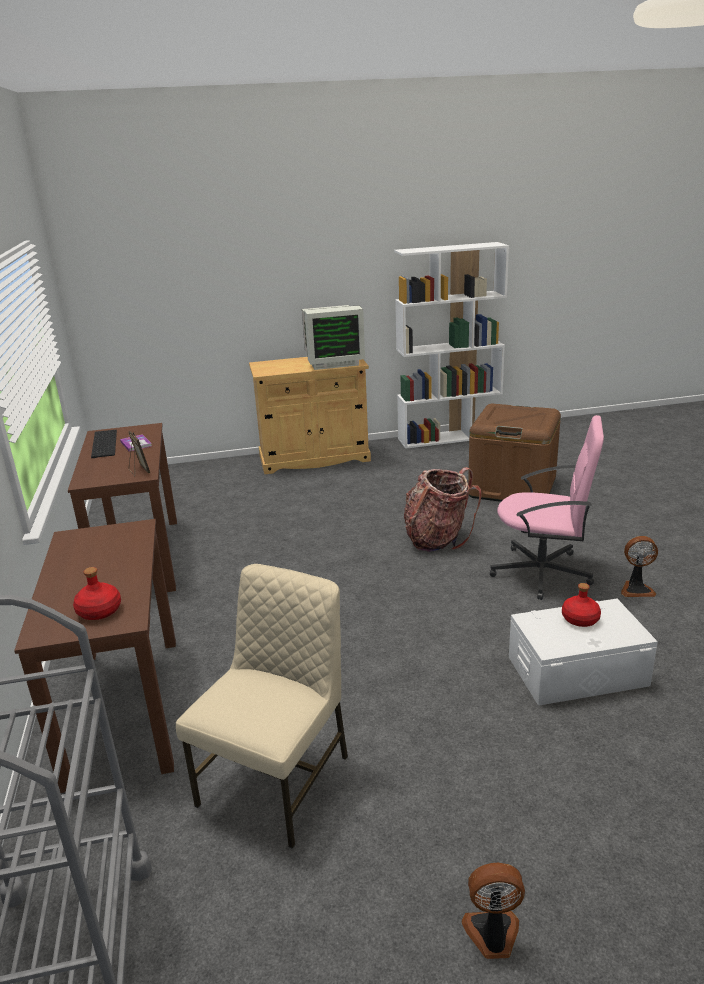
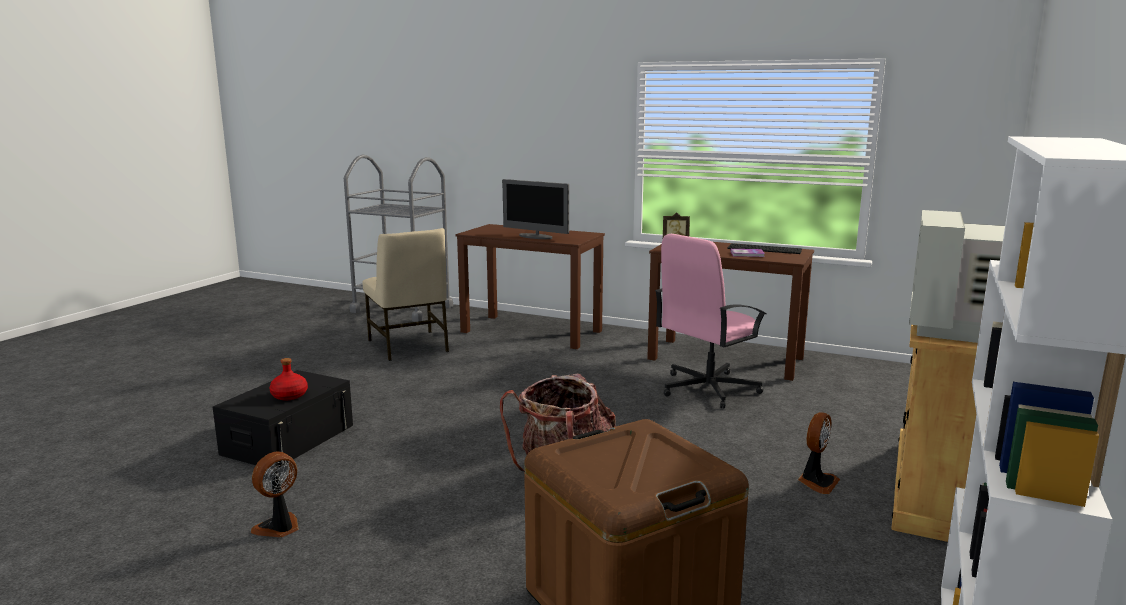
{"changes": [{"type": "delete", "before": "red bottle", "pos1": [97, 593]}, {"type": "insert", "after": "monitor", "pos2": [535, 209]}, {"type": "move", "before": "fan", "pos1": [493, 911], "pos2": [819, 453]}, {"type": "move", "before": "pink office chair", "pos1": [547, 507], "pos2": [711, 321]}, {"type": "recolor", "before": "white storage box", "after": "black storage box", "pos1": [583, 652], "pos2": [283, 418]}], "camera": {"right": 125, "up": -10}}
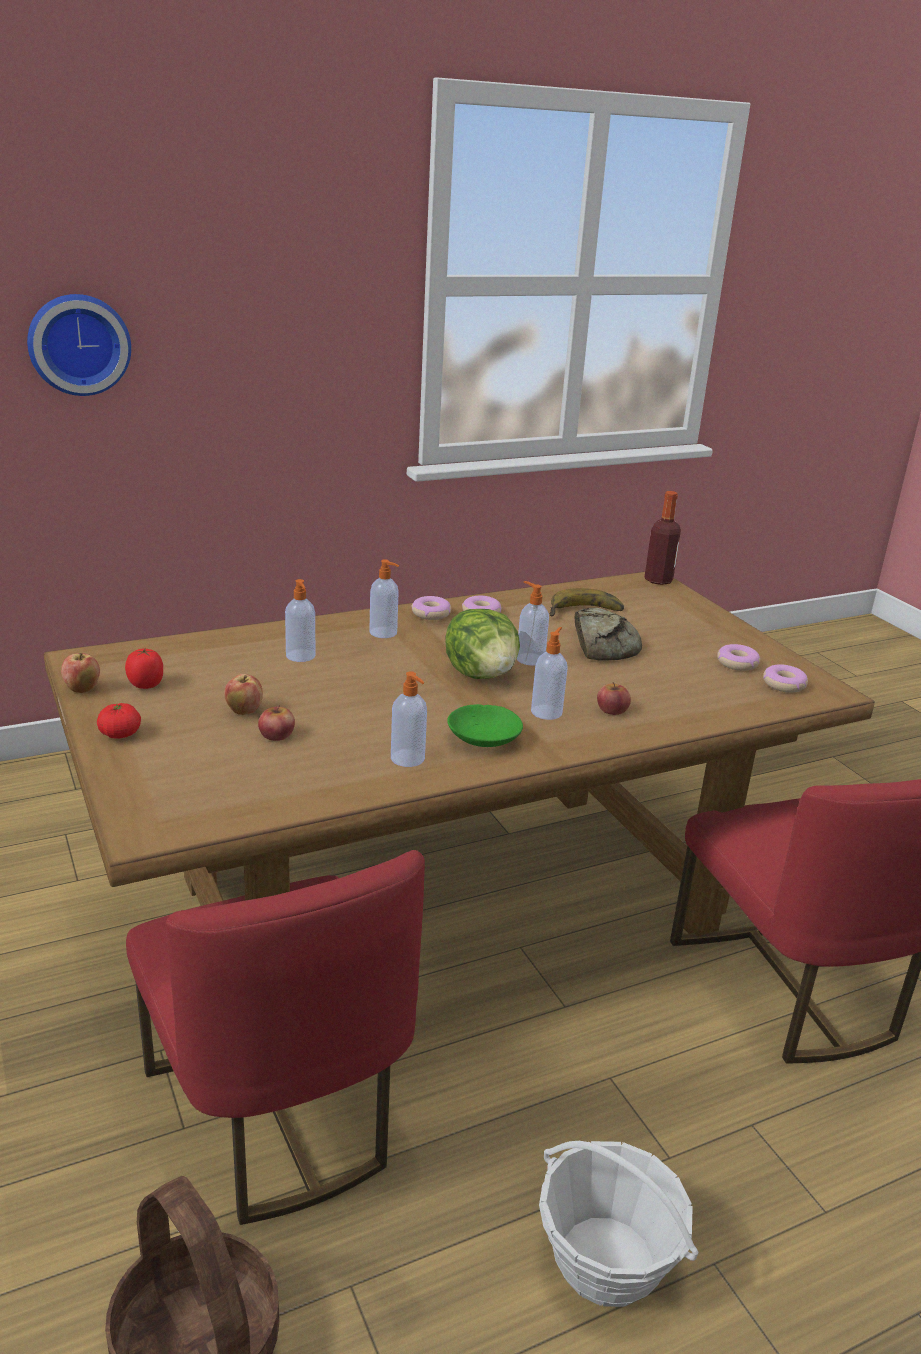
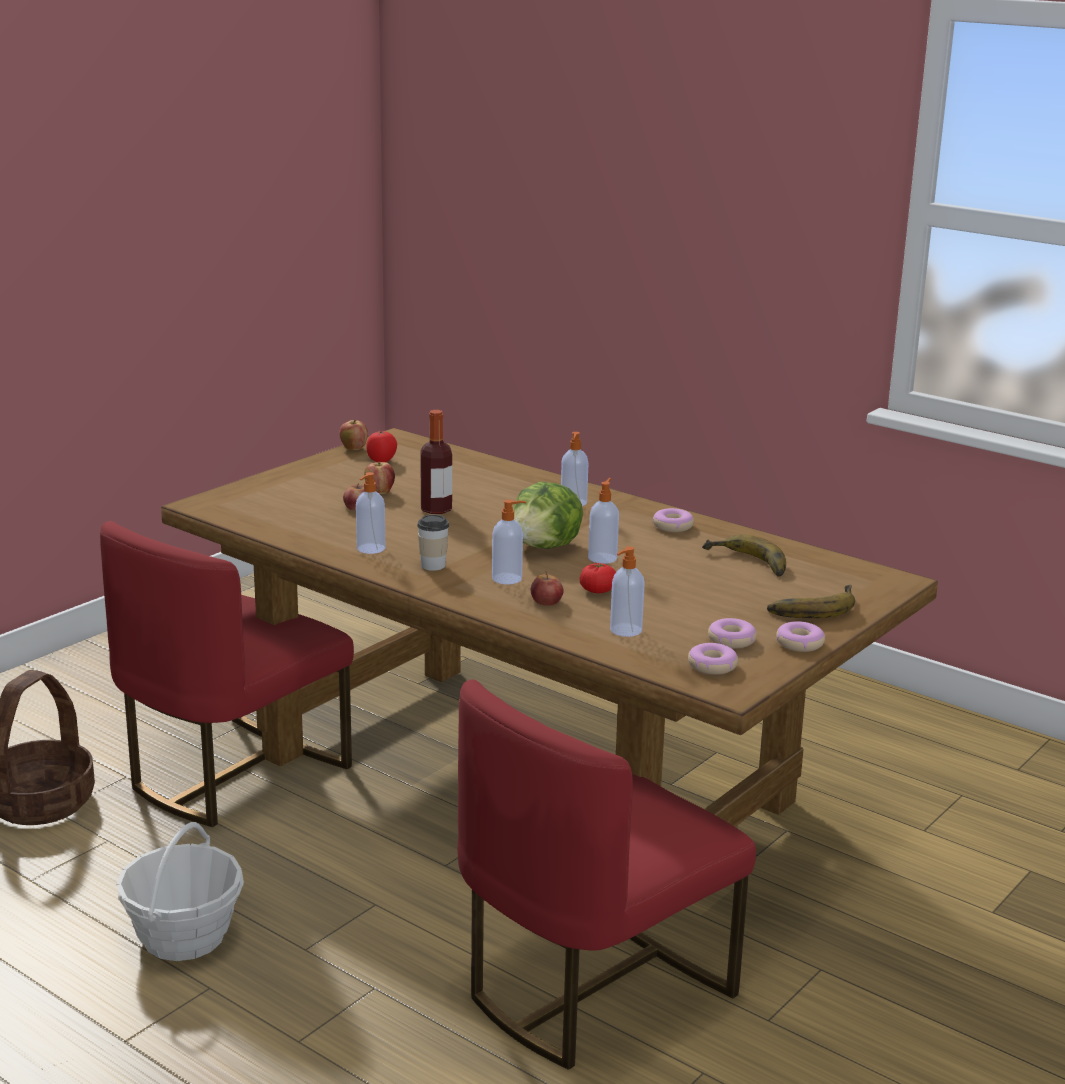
{"changes": [{"type": "delete", "before": "wall clock", "pos1": [79, 345]}, {"type": "delete", "before": "bread", "pos1": [608, 634]}, {"type": "insert", "after": "banana", "pos2": [811, 601]}, {"type": "move", "before": "tomato", "pos1": [119, 721], "pos2": [598, 578]}, {"type": "move", "before": "soap dispenser", "pos1": [300, 620], "pos2": [627, 591]}, {"type": "move", "before": "donut", "pos1": [431, 608], "pos2": [800, 636]}, {"type": "move", "before": "bottle", "pos1": [662, 538], "pos2": [436, 462]}, {"type": "replace", "before": "green bowl", "after": "cup", "pos1": [485, 725], "pos2": [433, 543]}], "camera": {"right": 65, "up": -5}}
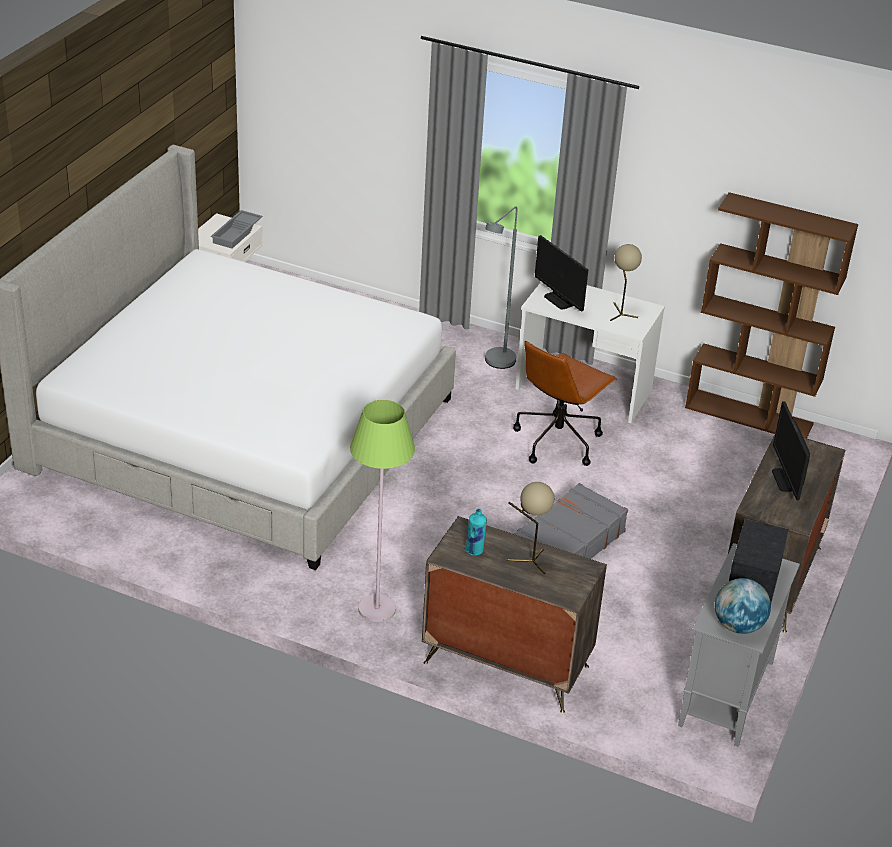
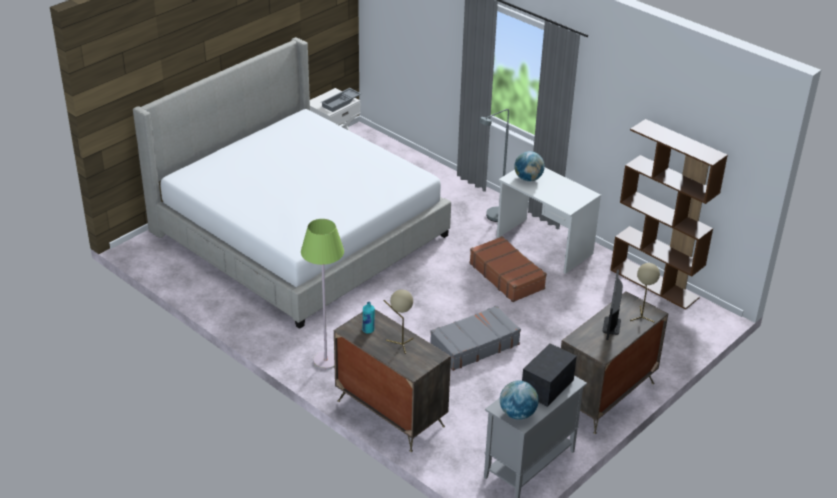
{"changes": [{"type": "move", "before": "beige table lamp", "pos1": [626, 282], "pos2": [645, 292]}, {"type": "replace", "before": "brown office chair", "after": "brown suitcase", "pos1": [565, 403], "pos2": [508, 269]}, {"type": "replace", "before": "monitor", "after": "globe", "pos1": [561, 273], "pos2": [529, 166]}], "camera": {"right": 20, "up": 0}}
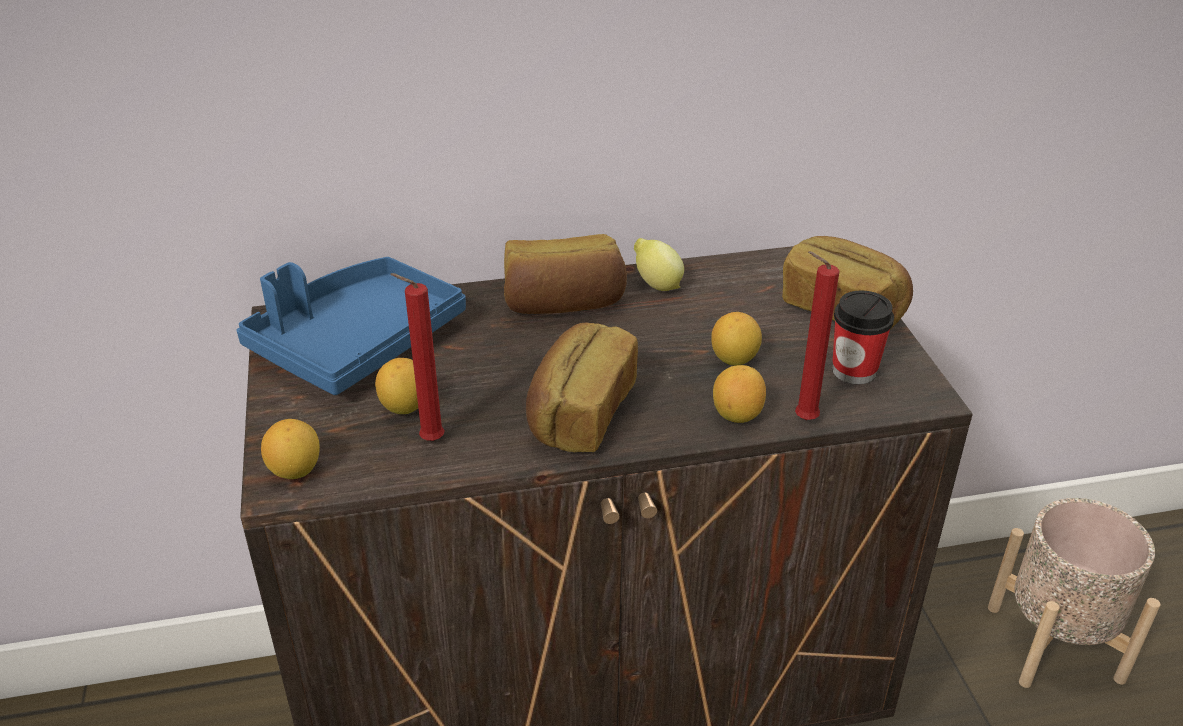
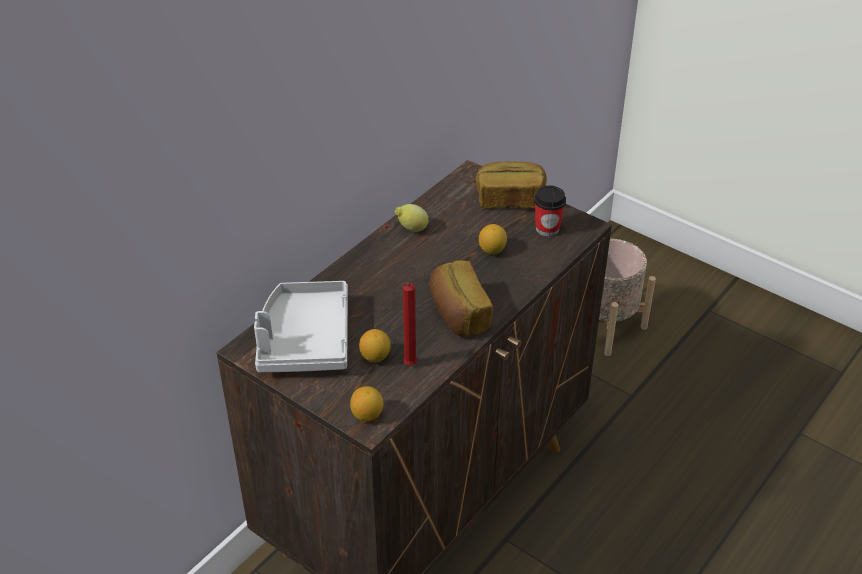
{"changes": [{"type": "delete", "before": "bread", "pos1": [565, 274]}, {"type": "delete", "before": "lemon", "pos1": [739, 394]}, {"type": "delete", "before": "red candle", "pos1": [817, 335]}, {"type": "recolor", "before": "blue tray", "after": "grey tray", "pos1": [351, 326], "pos2": [301, 326]}], "camera": {"right": -40, "up": 5}}
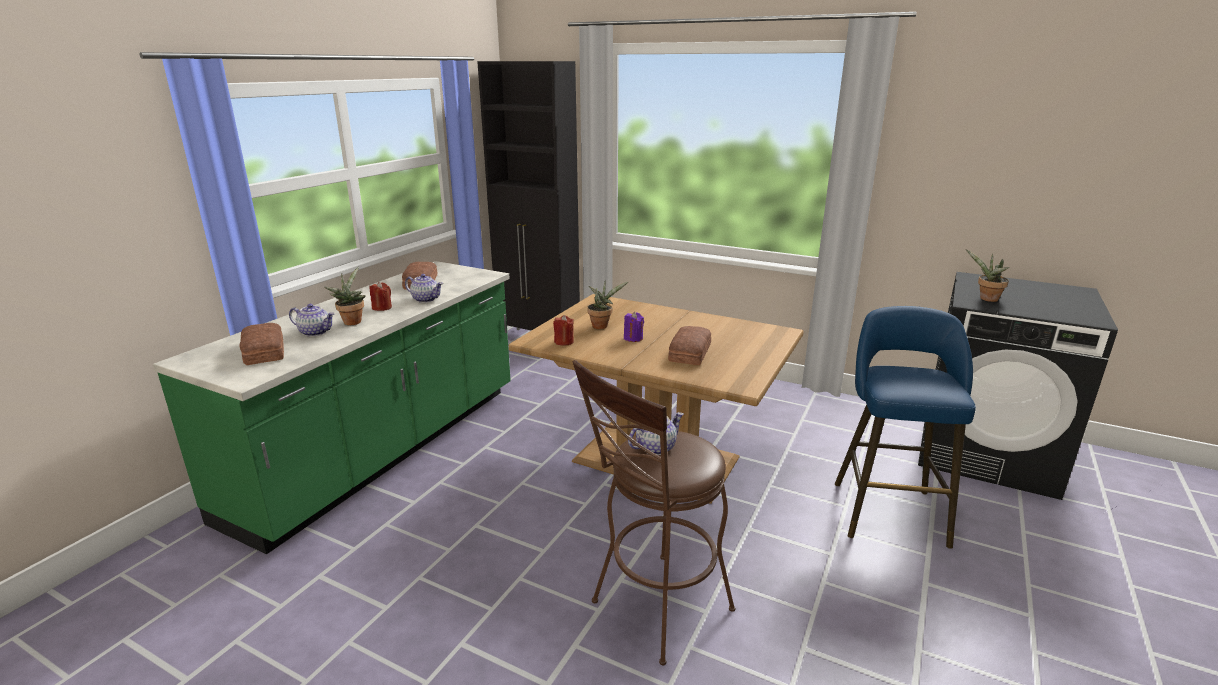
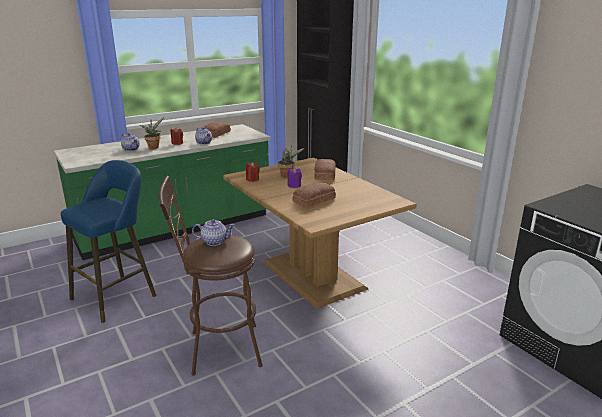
{"changes": [{"type": "delete", "before": "potted plant", "pos1": [987, 275]}, {"type": "move", "before": "bread", "pos1": [261, 344], "pos2": [325, 169]}, {"type": "move", "before": "blue stool", "pos1": [905, 427], "pos2": [108, 241]}], "camera": {"right": 30, "up": 0}}
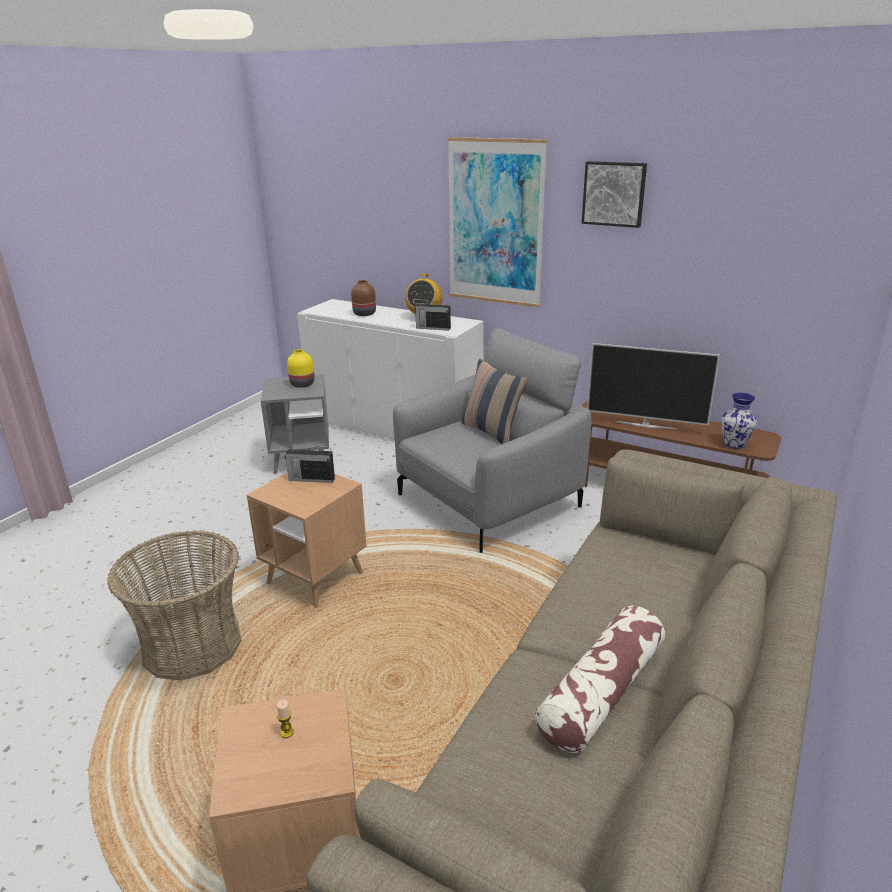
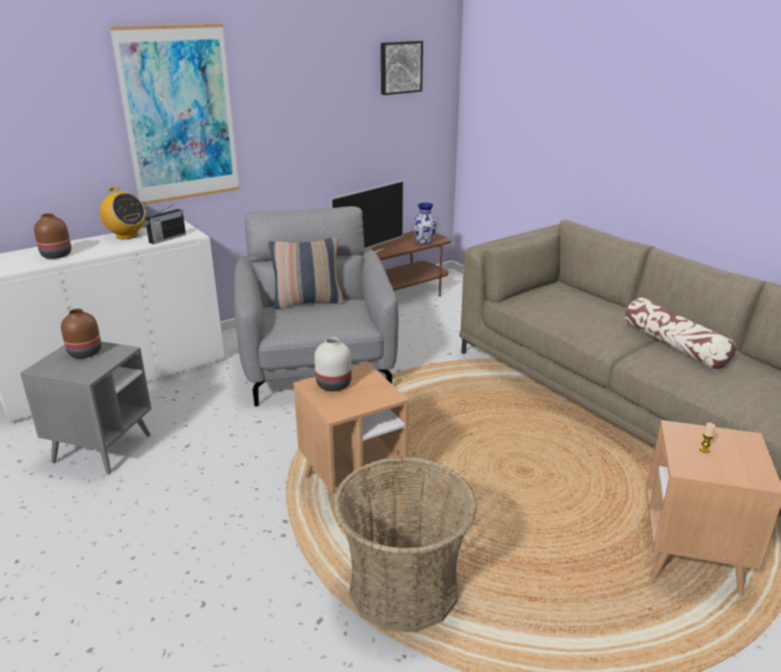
{"changes": [{"type": "move", "before": "picture", "pos1": [614, 194], "pos2": [402, 68]}, {"type": "replace", "before": "radio", "after": "white vase", "pos1": [309, 464], "pos2": [333, 364]}, {"type": "recolor", "before": "yellow vase", "after": "brown vase", "pos1": [301, 368], "pos2": [81, 334]}], "camera": {"right": -65, "up": 0}}
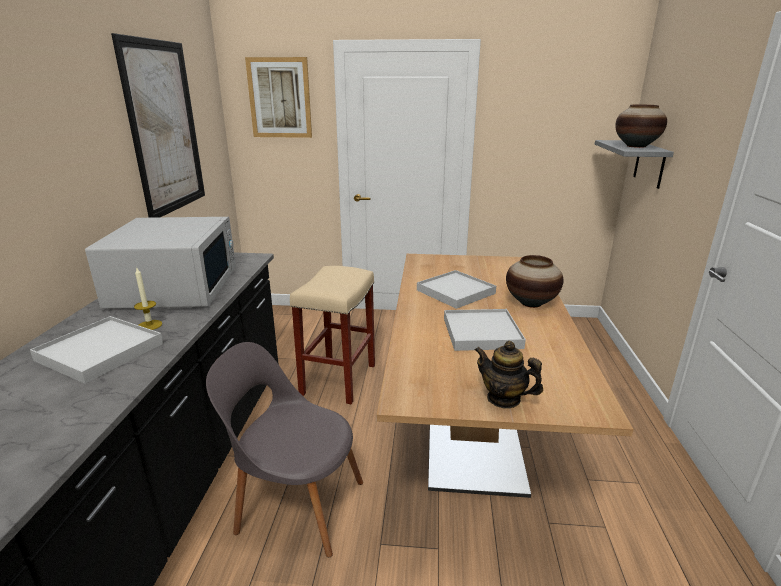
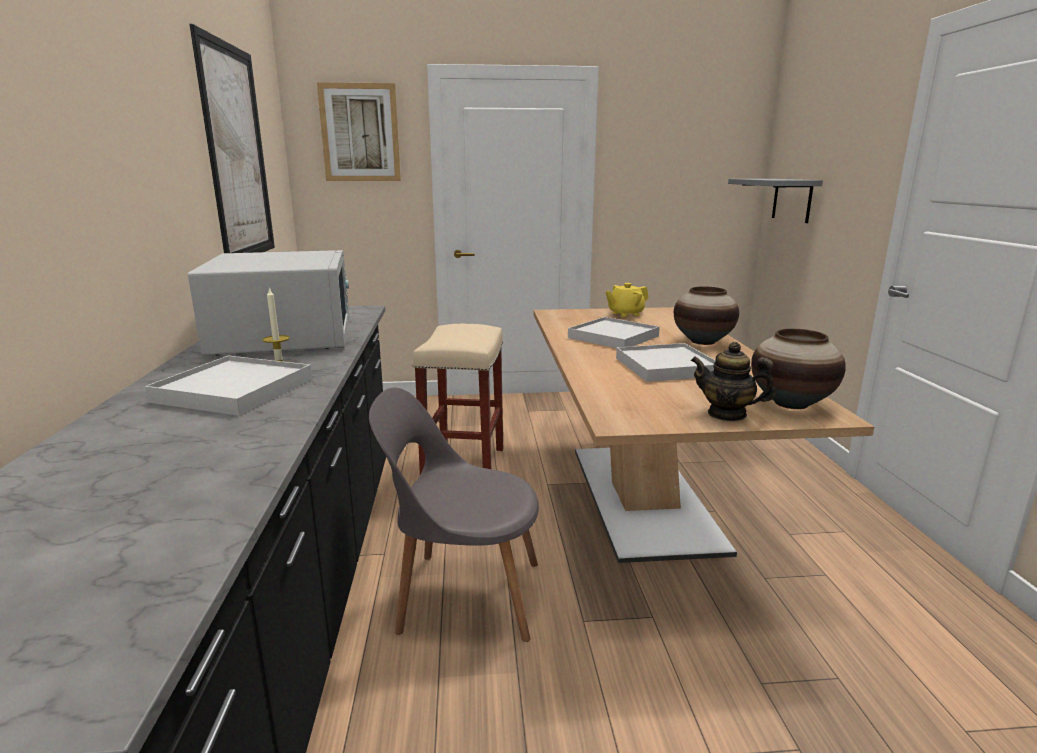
{"changes": [{"type": "insert", "after": "yellow teapot", "pos2": [627, 300]}, {"type": "move", "before": "vase", "pos1": [641, 126], "pos2": [798, 369]}], "camera": {"right": -10, "up": -5}}
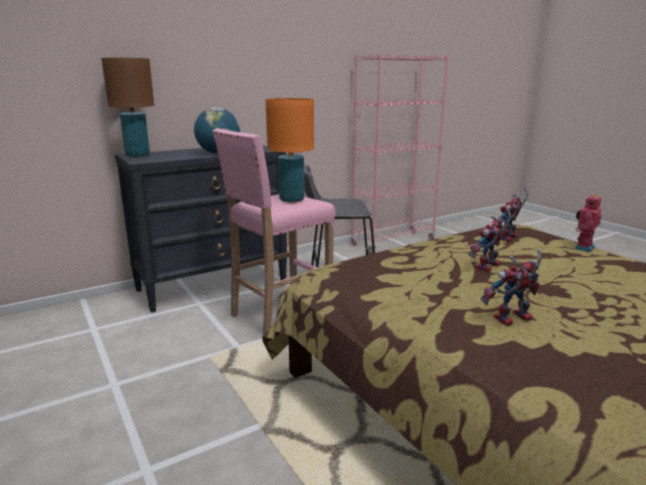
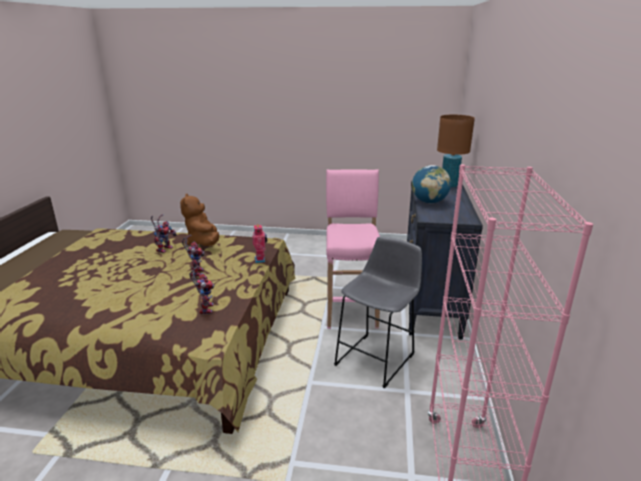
{"changes": [{"type": "delete", "before": "orange table lamp", "pos1": [289, 150]}, {"type": "insert", "after": "brown plush toy", "pos2": [199, 220]}, {"type": "move", "before": "toy robot", "pos1": [588, 223], "pos2": [259, 243]}], "camera": {"right": 130, "up": 5}}
